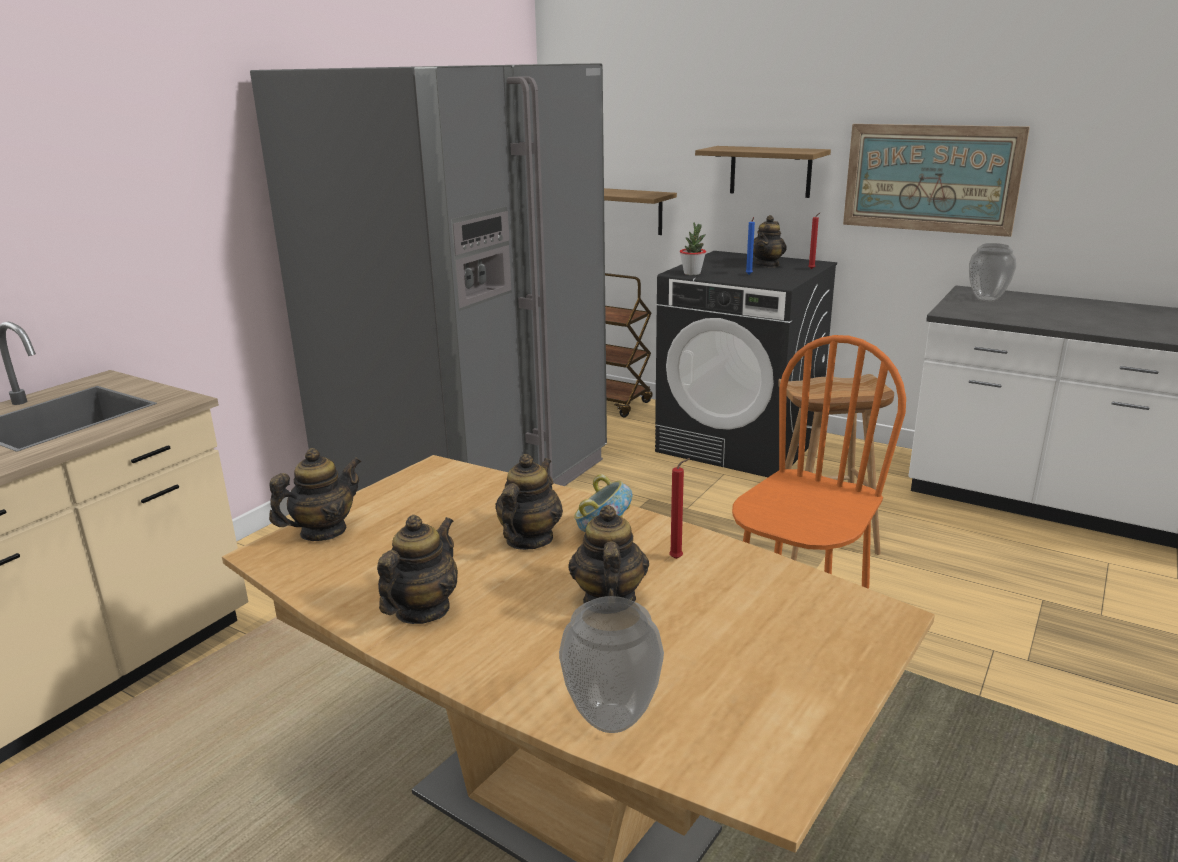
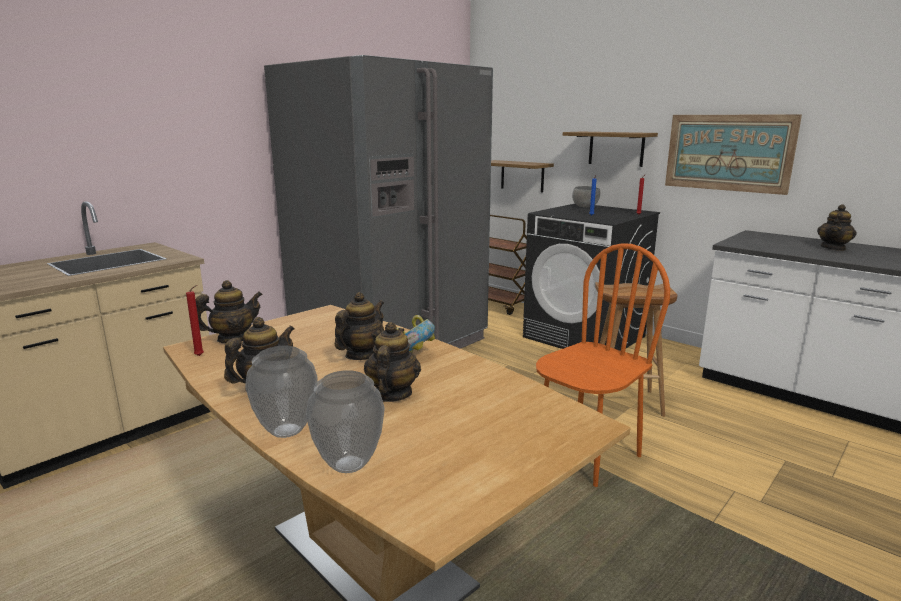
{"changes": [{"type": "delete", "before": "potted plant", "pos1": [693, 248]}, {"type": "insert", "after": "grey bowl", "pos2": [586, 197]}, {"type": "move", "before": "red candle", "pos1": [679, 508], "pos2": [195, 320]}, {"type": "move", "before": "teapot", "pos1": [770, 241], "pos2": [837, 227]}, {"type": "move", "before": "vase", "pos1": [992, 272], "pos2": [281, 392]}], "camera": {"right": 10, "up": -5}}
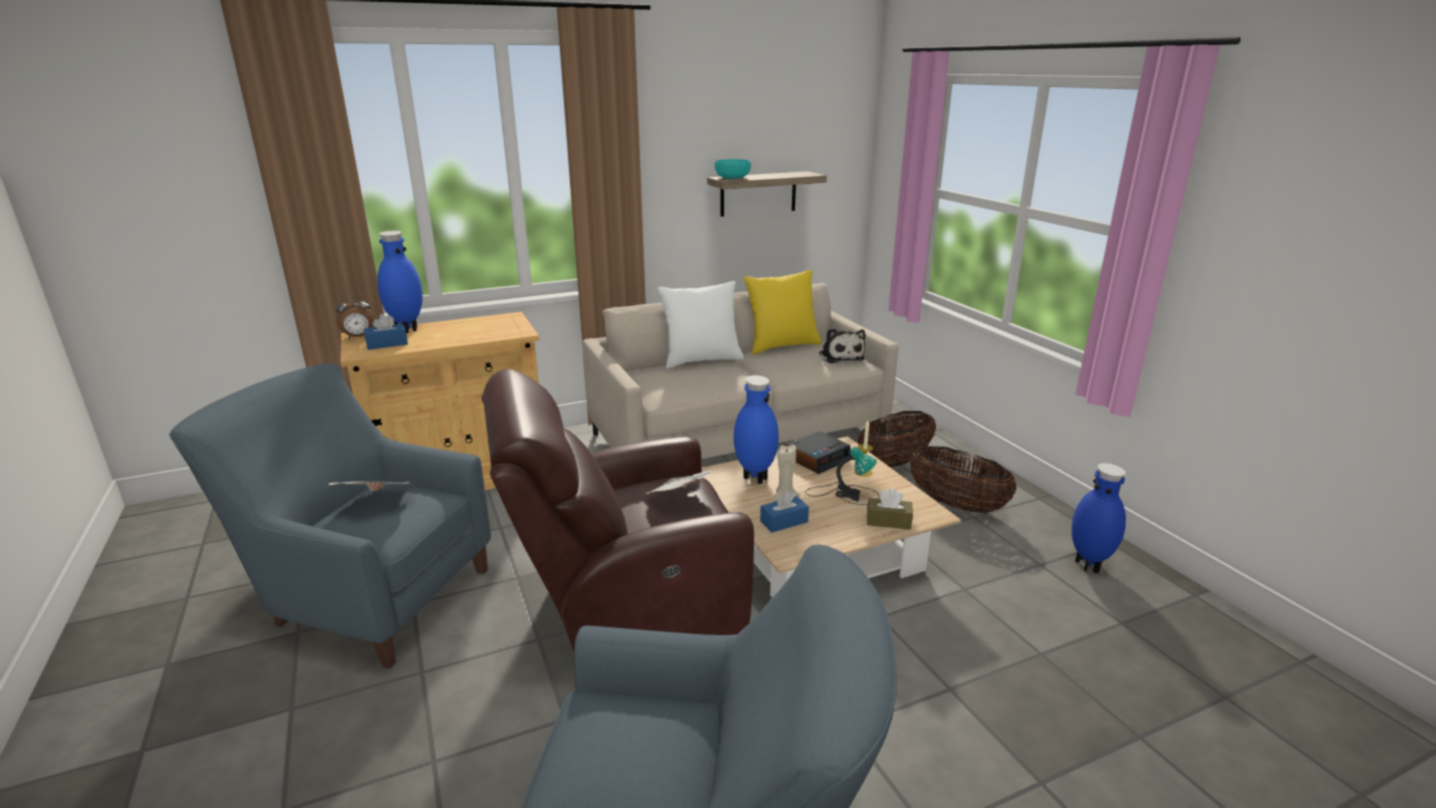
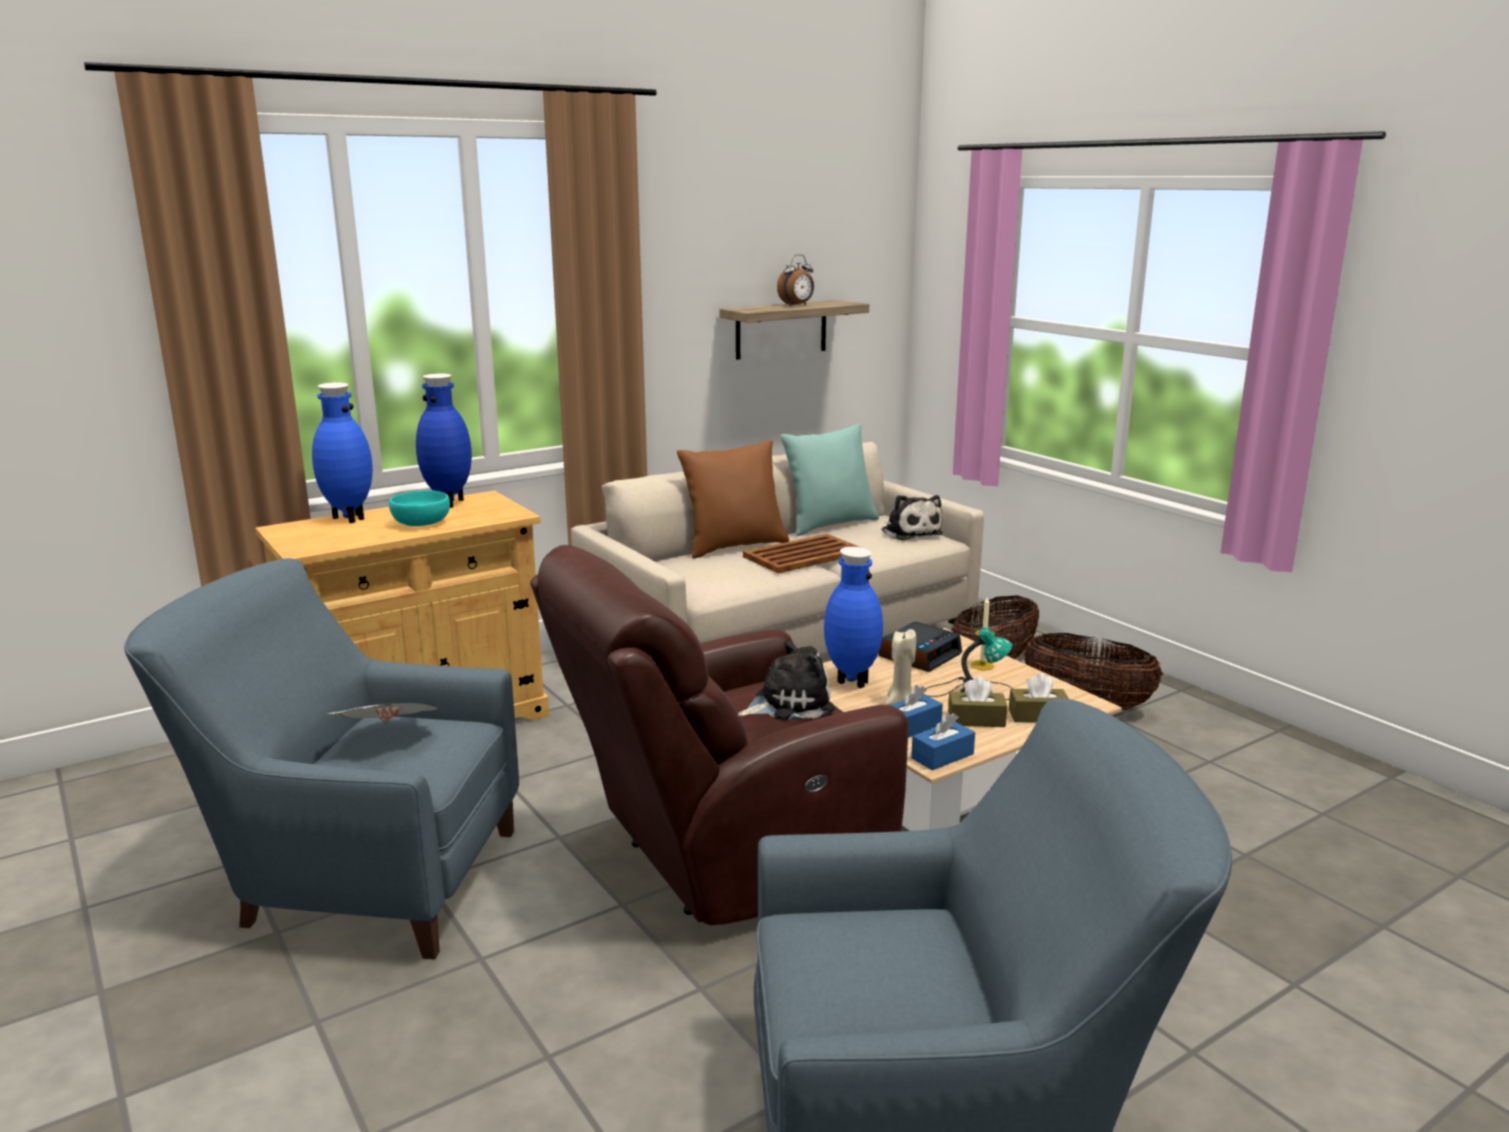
{"changes": [{"type": "insert", "after": "brown tray", "pos2": [801, 553]}, {"type": "insert", "after": "brown tissue box", "pos2": [977, 702]}, {"type": "move", "before": "alarm clock", "pos1": [355, 316], "pos2": [795, 280]}, {"type": "move", "before": "blue tissue box", "pos1": [386, 332], "pos2": [943, 741]}, {"type": "move", "before": "turquoise bowl", "pos1": [733, 169], "pos2": [419, 508]}, {"type": "move", "before": "blue vase", "pos1": [1099, 518], "pos2": [444, 440]}, {"type": "replace", "before": "newspaper", "after": "plush toy", "pos1": [681, 481], "pos2": [786, 680]}, {"type": "recolor", "before": "white pillow", "after": "brown pillow", "pos1": [701, 325], "pos2": [733, 499]}, {"type": "recolor", "before": "yellow pillow", "after": "turquoise pillow", "pos1": [783, 312], "pos2": [829, 480]}], "camera": {"right": -10, "up": -5}}
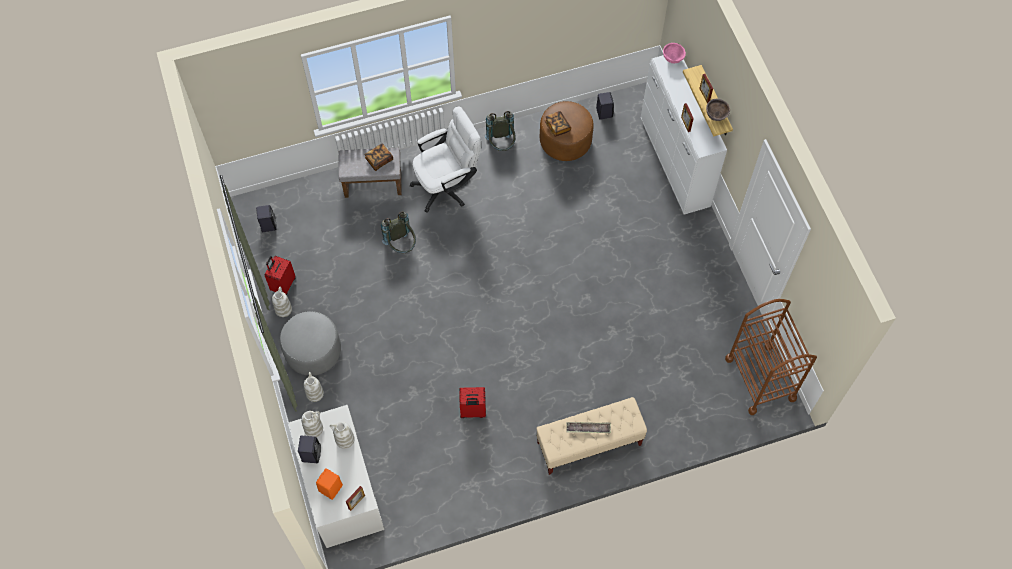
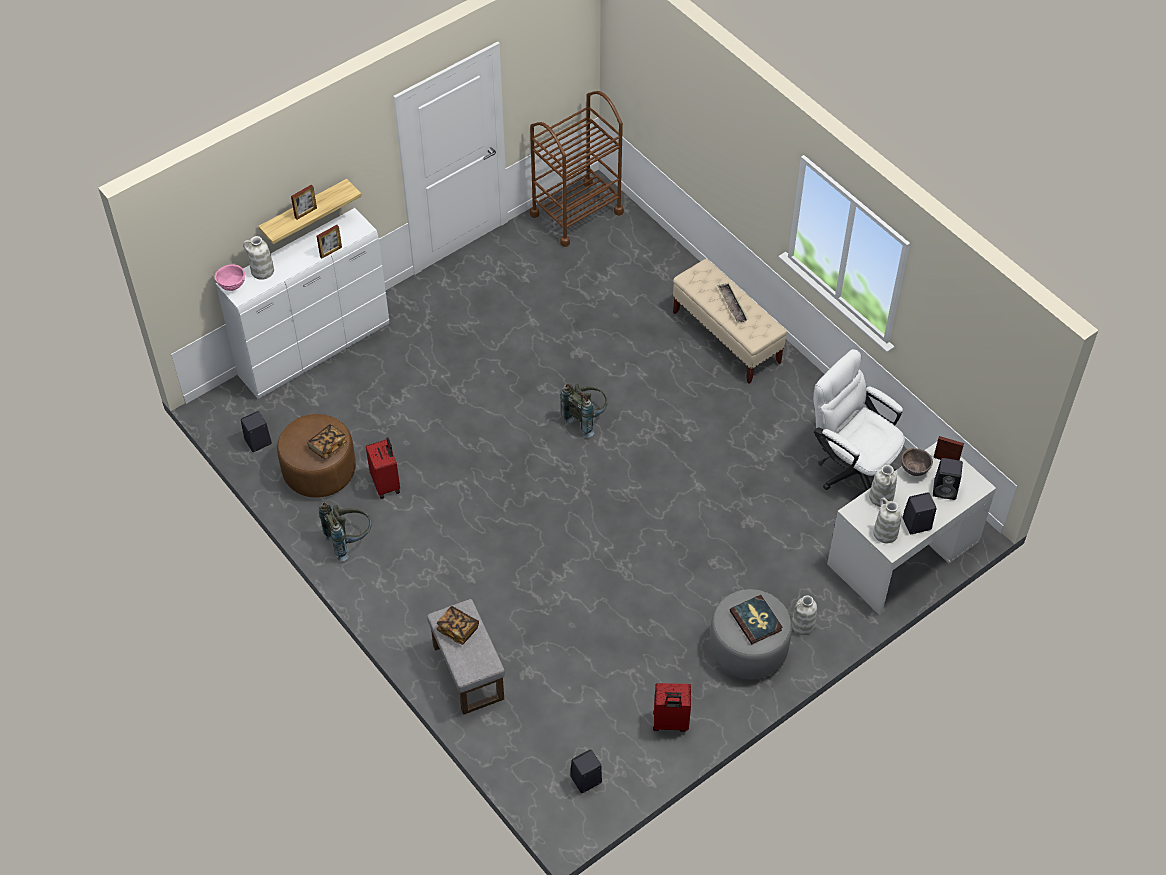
{"changes": [{"type": "insert", "after": "book", "pos2": [756, 619]}, {"type": "move", "before": "white vase", "pos1": [282, 302], "pos2": [258, 258]}, {"type": "move", "before": "grey backpack", "pos1": [398, 232], "pos2": [584, 411]}, {"type": "move", "before": "white office chair", "pos1": [445, 160], "pos2": [859, 420]}, {"type": "move", "before": "red suitcase", "pos1": [473, 402], "pos2": [383, 468]}, {"type": "move", "before": "brown bowl", "pos1": [718, 110], "pos2": [917, 462]}, {"type": "recolor", "before": "orange speaker", "after": "black speaker", "pos1": [329, 484], "pos2": [948, 479]}], "camera": {"right": -110, "up": -10}}
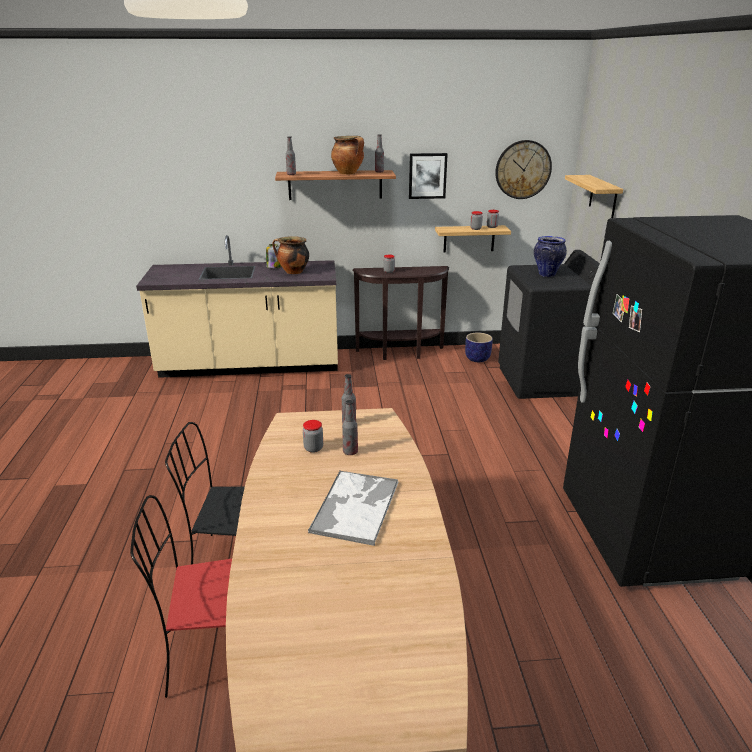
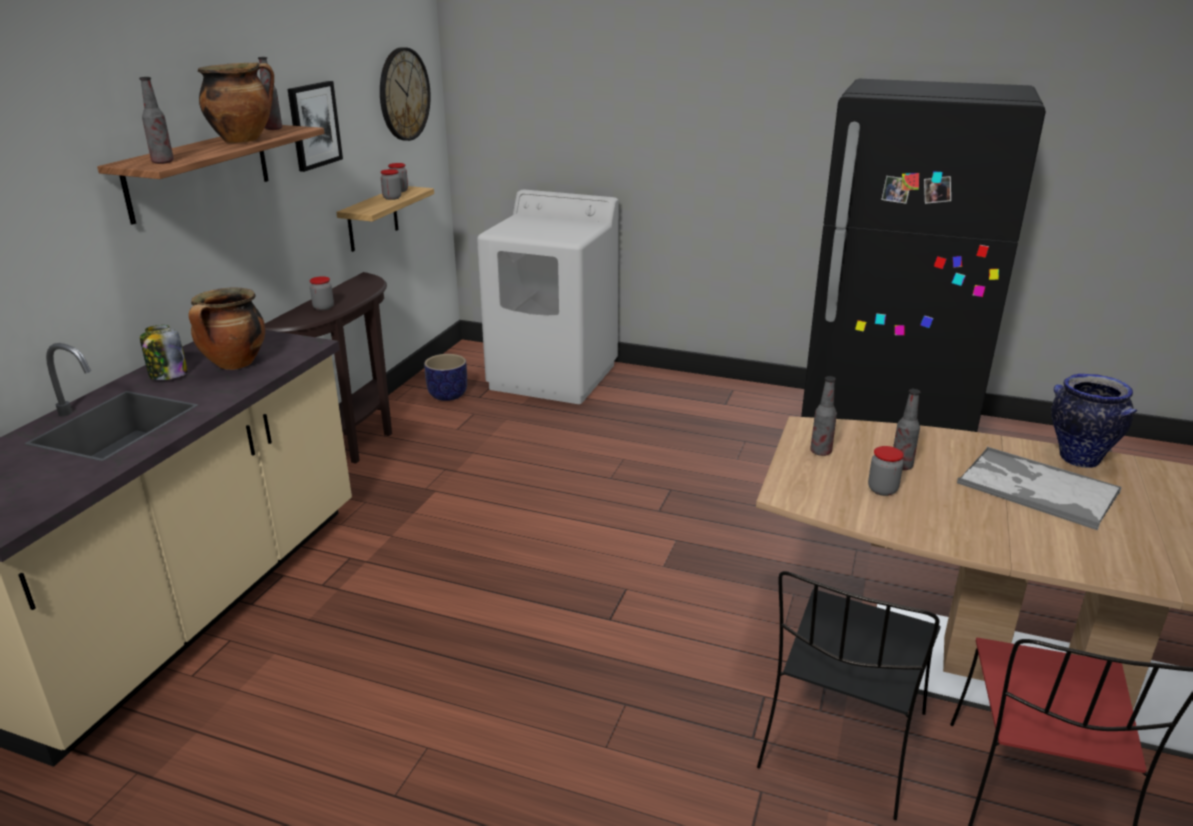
{"changes": [{"type": "delete", "before": "shelf", "pos1": [594, 196]}, {"type": "move", "before": "vase", "pos1": [550, 256], "pos2": [1094, 421]}, {"type": "recolor", "before": "black washing machine", "after": "white washing machine", "pos1": [549, 324], "pos2": [548, 296]}], "camera": {"right": -65, "up": 0}}
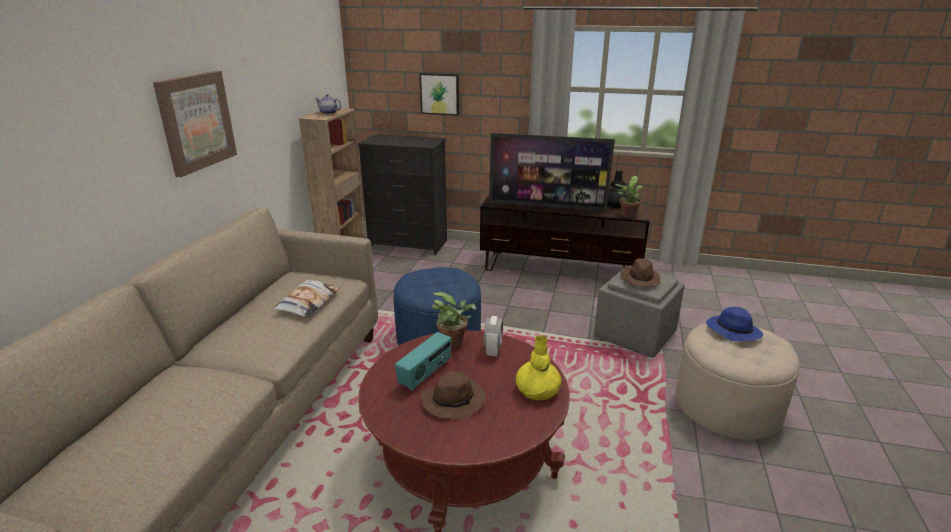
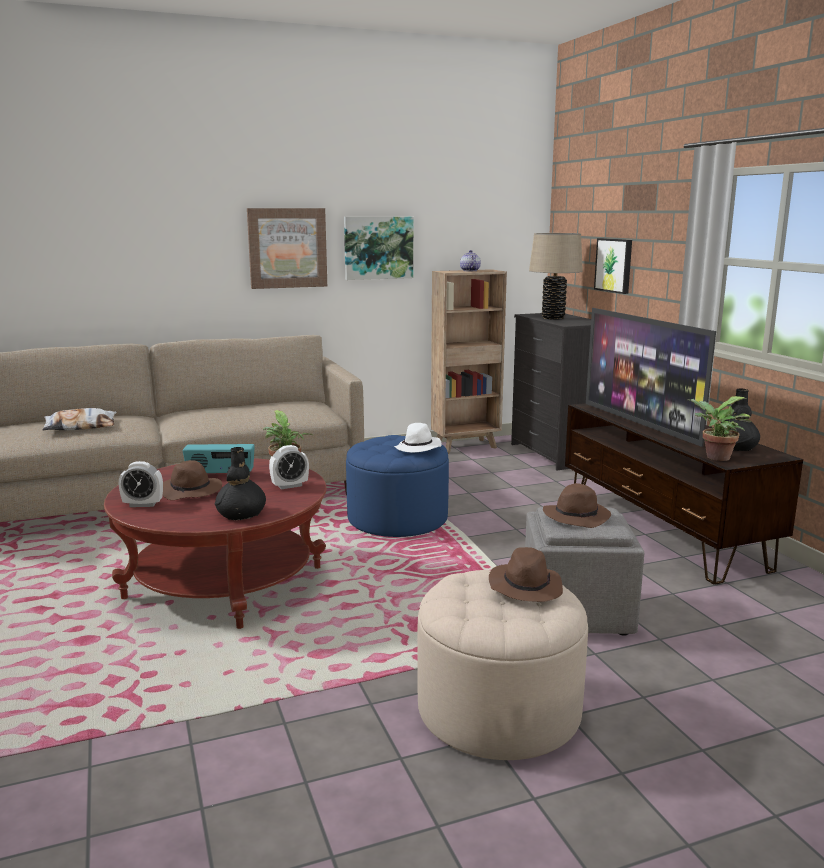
{"changes": [{"type": "insert", "after": "alarm clock", "pos2": [141, 484]}, {"type": "insert", "after": "picture", "pos2": [378, 248]}, {"type": "insert", "after": "white hat", "pos2": [418, 437]}, {"type": "insert", "after": "beige table lamp", "pos2": [556, 276]}, {"type": "move", "before": "pillow", "pos1": [306, 298], "pos2": [79, 419]}, {"type": "recolor", "before": "yellow vase", "after": "black vase", "pos1": [538, 367], "pos2": [240, 483]}, {"type": "recolor", "before": "blue hat", "after": "brown hat", "pos1": [734, 324], "pos2": [526, 574]}], "camera": {"right": 55, "up": -10}}
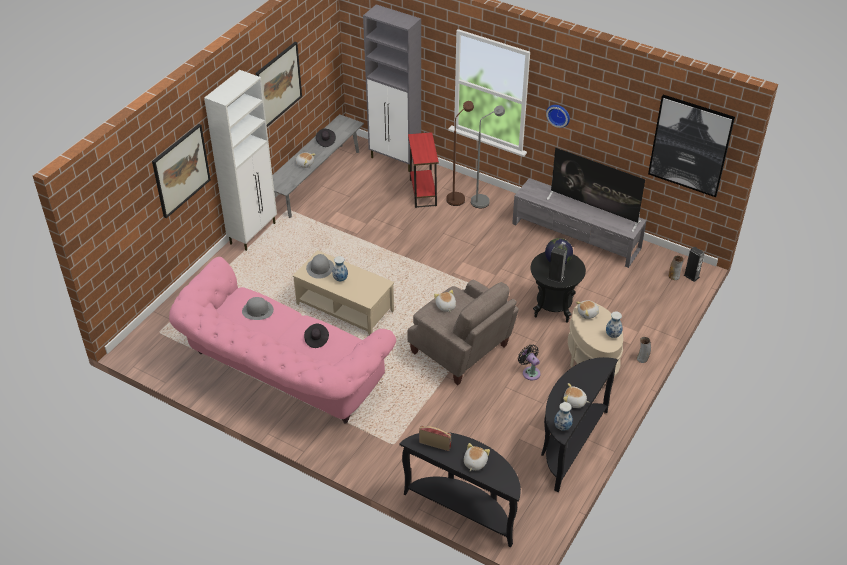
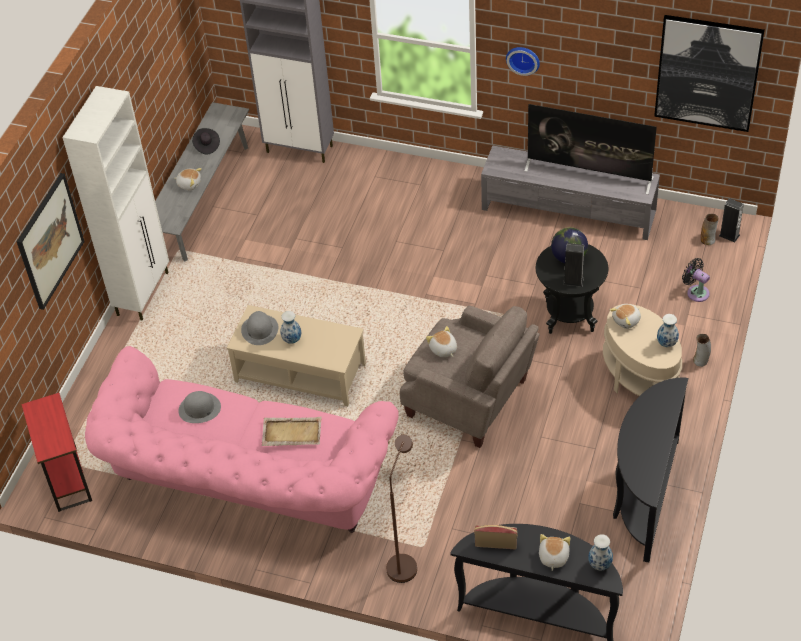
{"changes": [{"type": "delete", "before": "picture", "pos1": [279, 84]}, {"type": "delete", "before": "grey floor lamp", "pos1": [488, 156]}, {"type": "delete", "before": "plush toy", "pos1": [576, 395]}, {"type": "move", "before": "red side table", "pos1": [423, 170], "pos2": [56, 452]}, {"type": "move", "before": "brown floor lamp", "pos1": [460, 153], "pos2": [401, 509]}, {"type": "move", "before": "black fan", "pos1": [529, 362], "pos2": [696, 280]}, {"type": "move", "before": "vase", "pos1": [563, 416], "pos2": [600, 552]}, {"type": "replace", "before": "black hat", "after": "beige tray", "pos1": [316, 336], "pos2": [291, 431]}], "camera": {"right": -10, "up": 5}}
